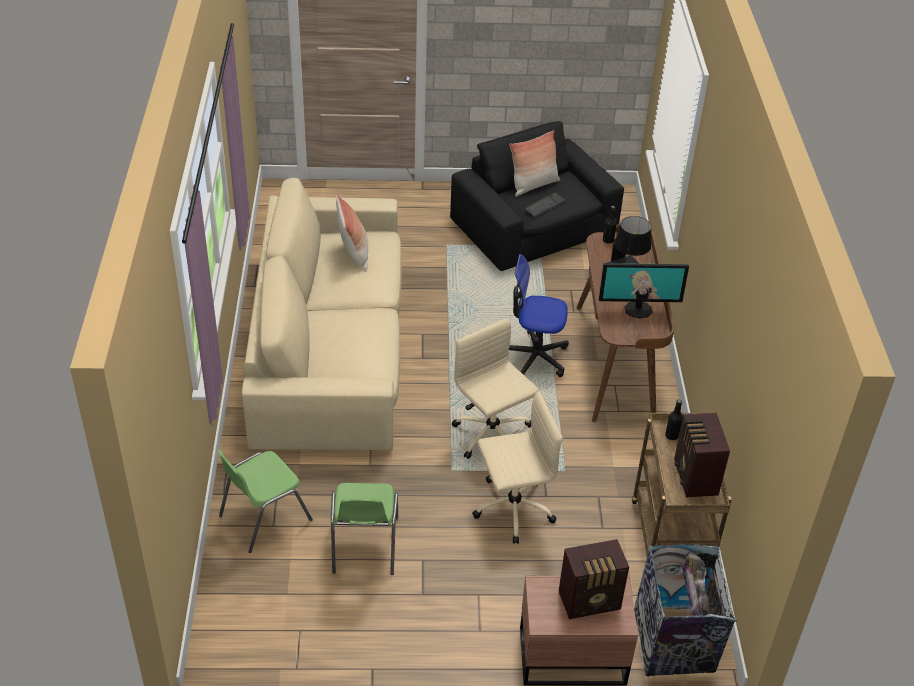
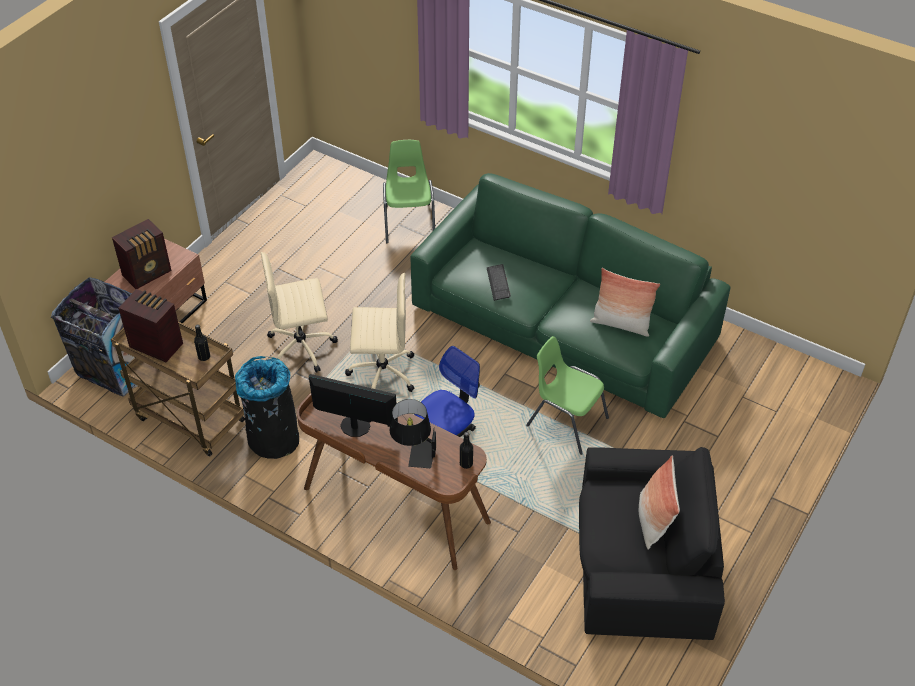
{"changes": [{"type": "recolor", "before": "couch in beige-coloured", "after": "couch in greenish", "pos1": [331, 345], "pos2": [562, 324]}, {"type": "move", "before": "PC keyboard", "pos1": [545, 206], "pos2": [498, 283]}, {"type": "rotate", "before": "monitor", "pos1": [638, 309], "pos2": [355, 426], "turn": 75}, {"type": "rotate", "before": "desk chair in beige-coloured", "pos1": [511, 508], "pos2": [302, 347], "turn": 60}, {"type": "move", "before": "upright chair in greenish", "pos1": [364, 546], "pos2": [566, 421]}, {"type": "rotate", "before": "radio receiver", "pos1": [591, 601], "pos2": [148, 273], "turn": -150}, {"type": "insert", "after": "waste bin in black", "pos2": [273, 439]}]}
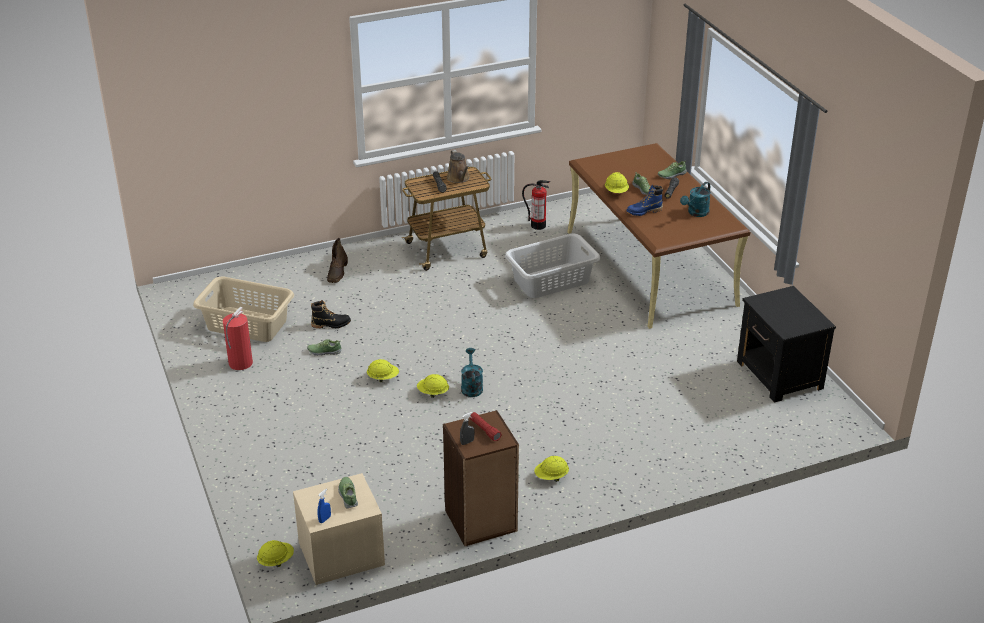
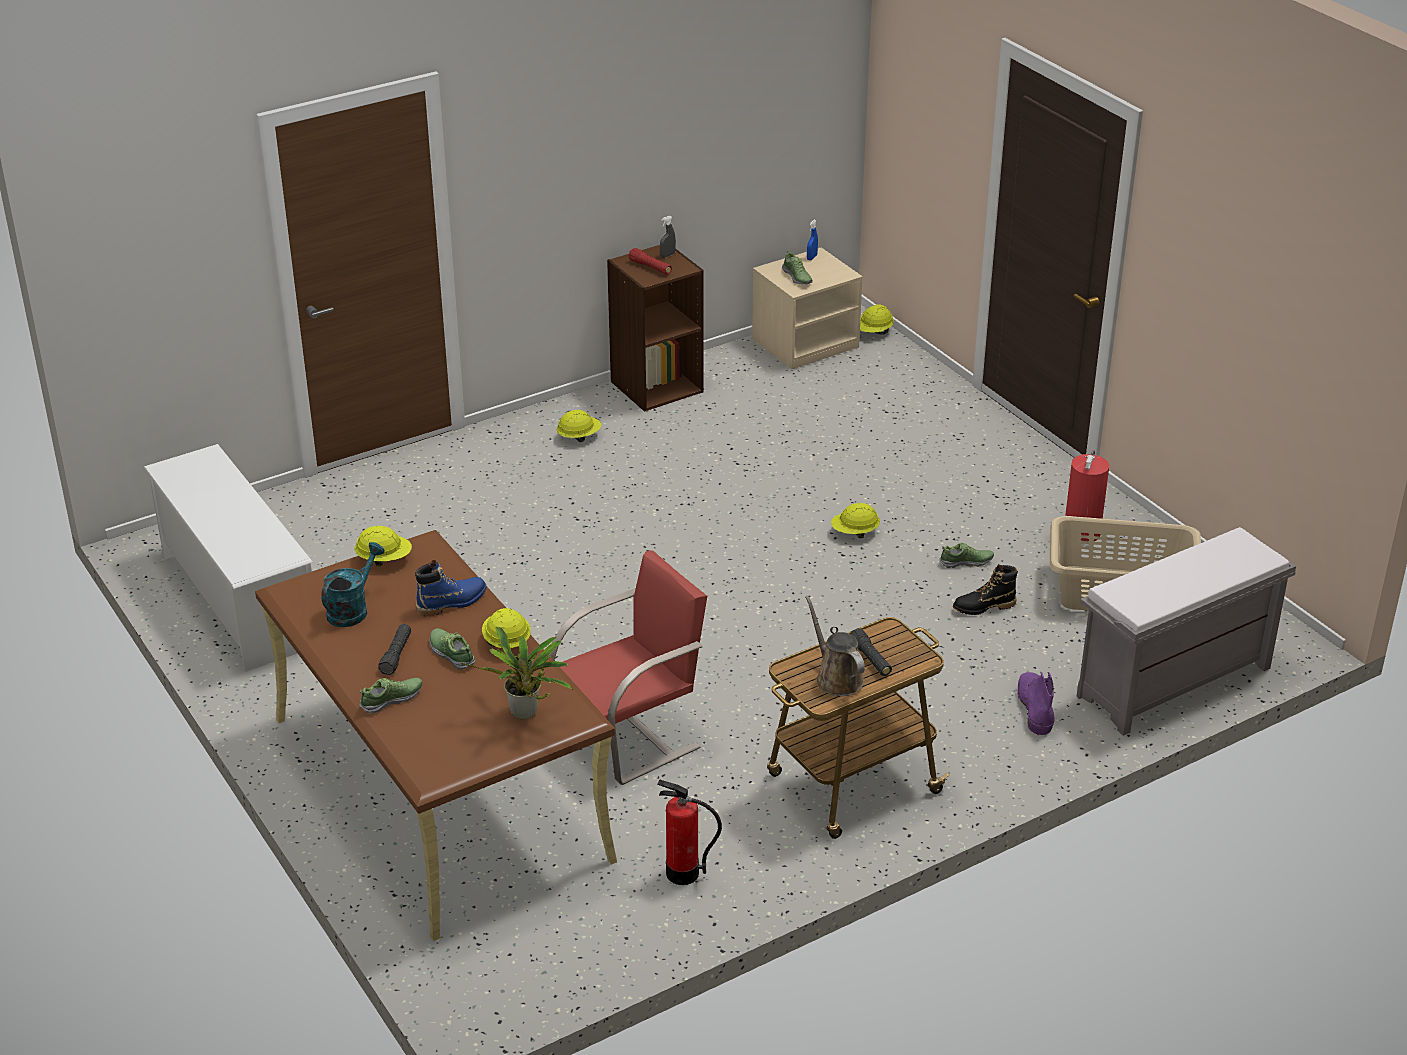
{"changes": [{"type": "replace", "before": "washing basket in grey", "after": "upright chair in red", "pos1": [551, 280], "pos2": [630, 735]}, {"type": "recolor", "before": "tall boot in brown", "after": "tall boot in purple", "pos1": [337, 272], "pos2": [1034, 707]}, {"type": "replace", "before": "nightstand in black", "after": "shoe shelf in white-coloured", "pos1": [779, 376], "pos2": [239, 600]}, {"type": "delete", "before": "watering can in blue-green", "pos1": [471, 386]}, {"type": "move", "before": "safety helmet in yellow-coloured", "pos1": [433, 393], "pos2": [384, 559]}, {"type": "insert", "after": "indoor bench in grey", "pos2": [1173, 683]}, {"type": "insert", "after": "houseplant", "pos2": [525, 715]}]}
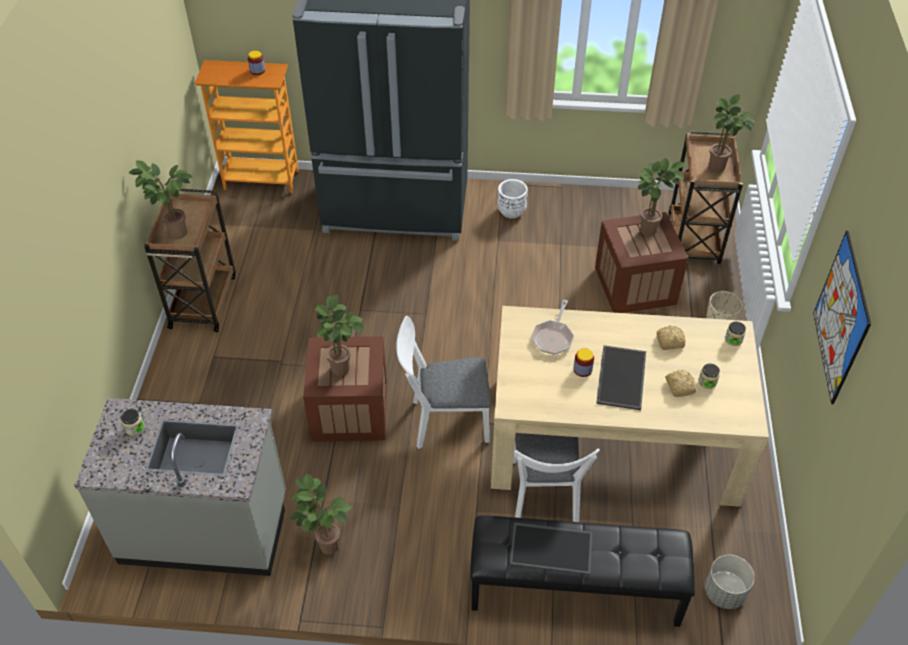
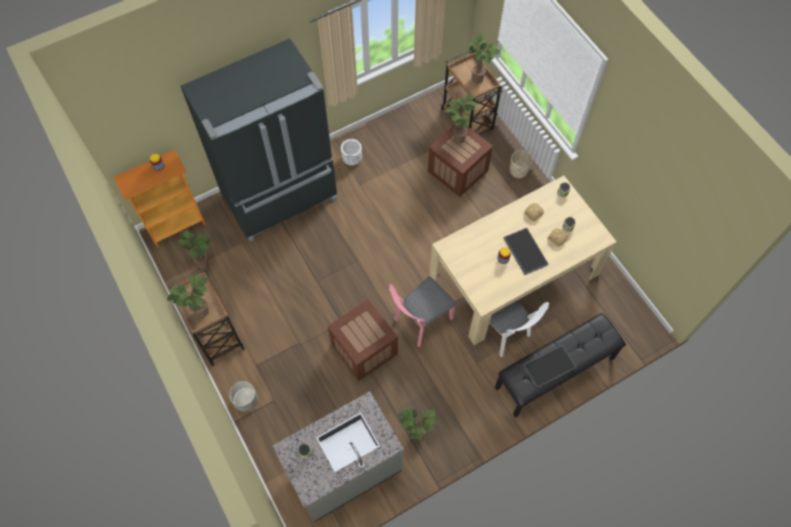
{"changes": [{"type": "delete", "before": "wall art", "pos1": [841, 318]}, {"type": "move", "before": "houseplant", "pos1": [343, 370], "pos2": [205, 264]}, {"type": "delete", "before": "pan", "pos1": [553, 337]}, {"type": "recolor", "before": "upright chair in white-coloured", "after": "upright chair in pinkish", "pos1": [443, 421], "pos2": [420, 322]}, {"type": "move", "before": "flower pot in grey", "pos1": [724, 592], "pos2": [246, 400]}]}
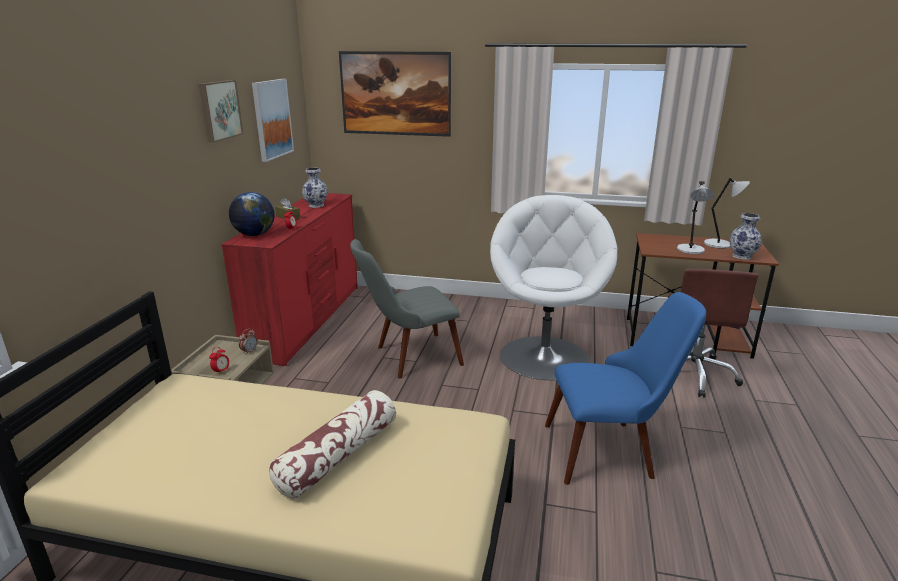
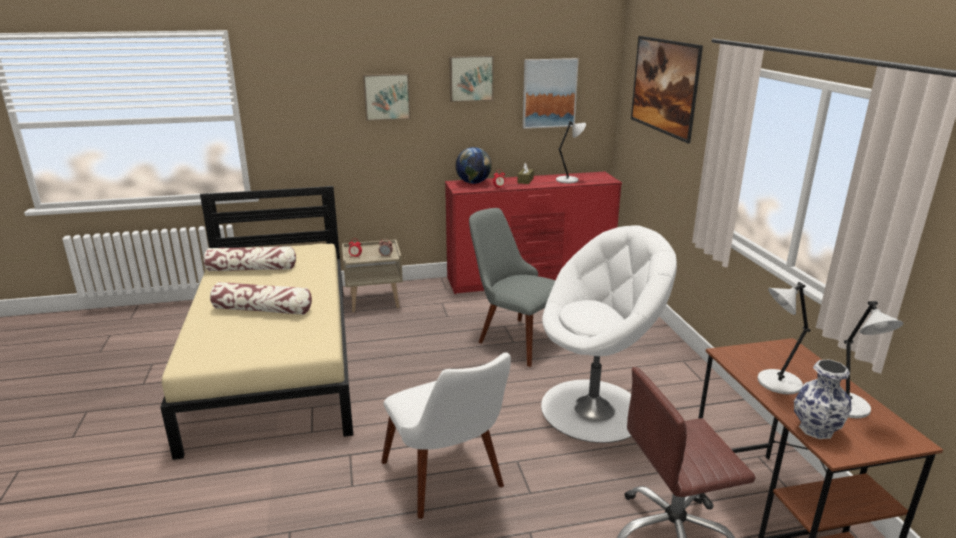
{"changes": [{"type": "replace", "before": "flower vase", "after": "tabletop lamp in grey", "pos1": [315, 205], "pos2": [568, 180]}, {"type": "recolor", "before": "upright chair in bluish", "after": "upright chair in white-coloured", "pos1": [611, 450], "pos2": [450, 483]}, {"type": "insert", "after": "wall art", "pos2": [386, 96]}, {"type": "insert", "after": "throw pillow", "pos2": [252, 269]}]}
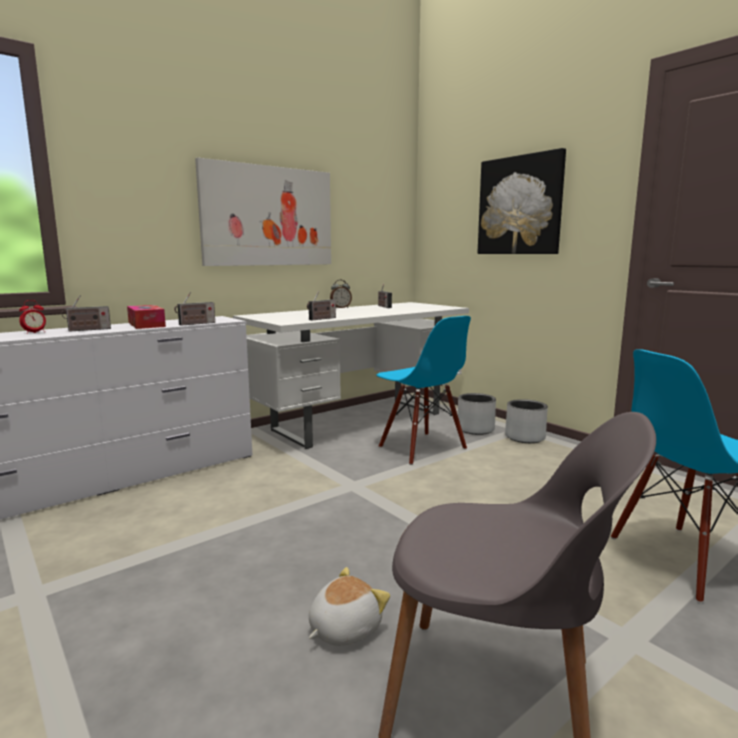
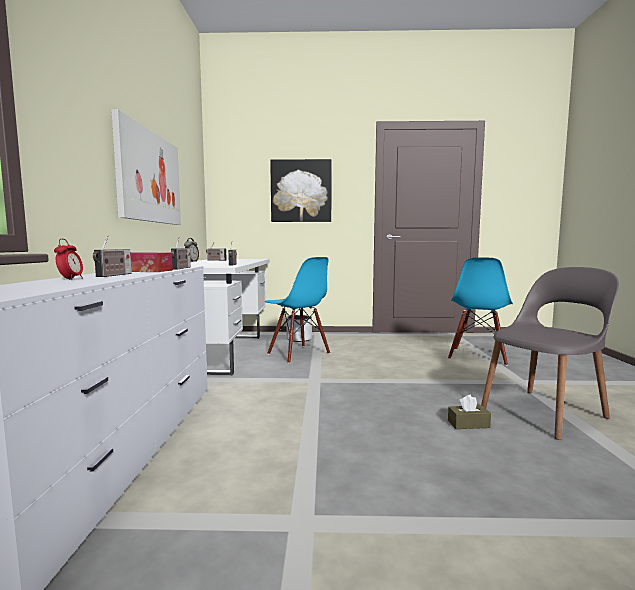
{"changes": [{"type": "rotate", "before": "upright chair in bluish", "pos1": [421, 448], "pos2": [298, 354], "turn": 45}, {"type": "delete", "before": "flower pot in grey", "pos1": [525, 437]}, {"type": "replace", "before": "plush toy", "after": "tissue holder in brown", "pos1": [343, 628], "pos2": [468, 424]}]}
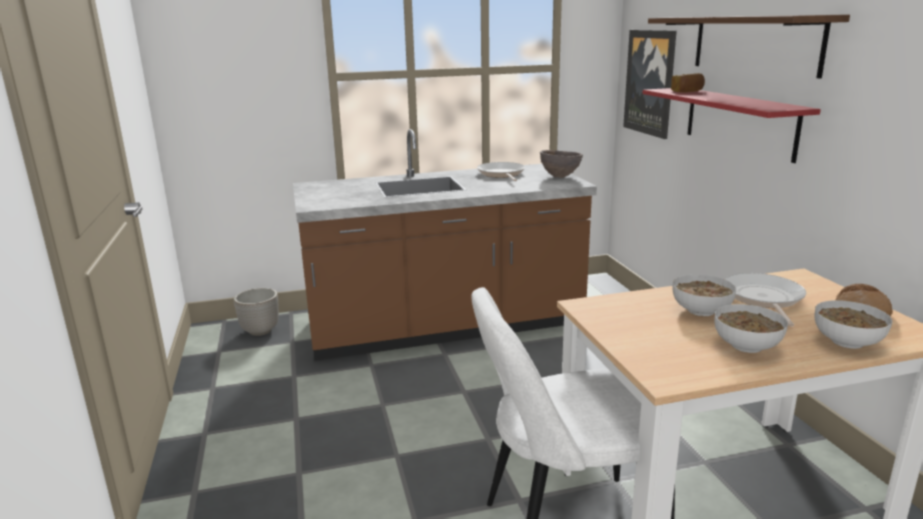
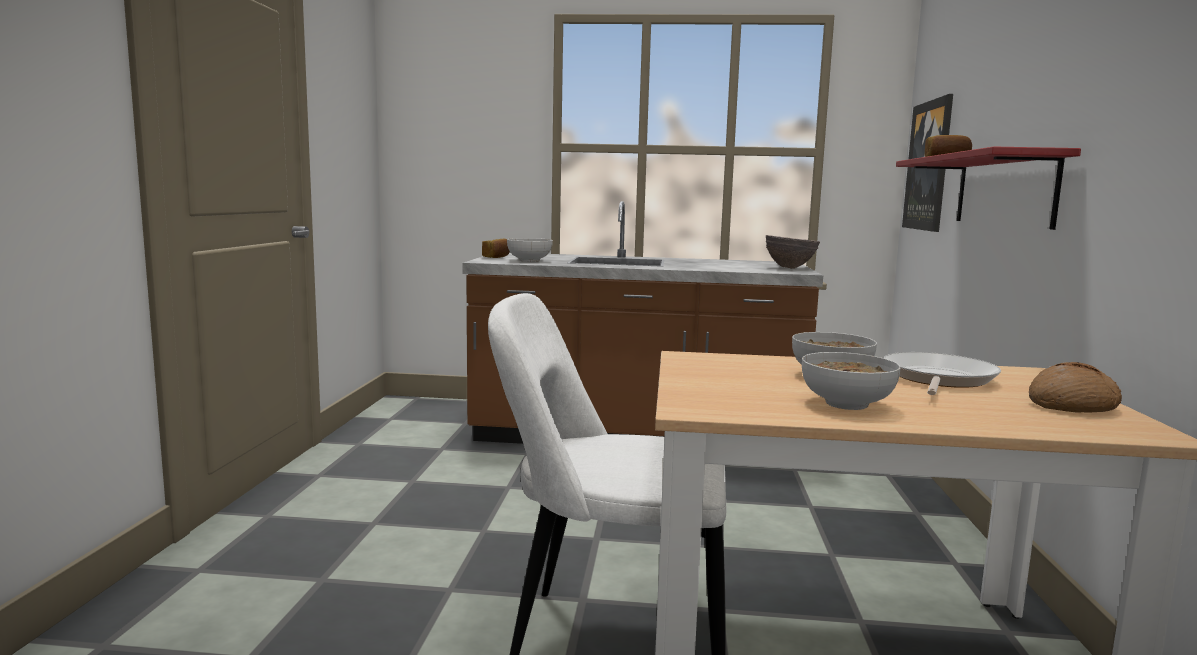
{"changes": [{"type": "delete", "before": "wall shelf", "pos1": [754, 44]}, {"type": "delete", "before": "pan", "pos1": [501, 174]}, {"type": "delete", "before": "flower pot", "pos1": [260, 331]}, {"type": "move", "before": "bowl", "pos1": [846, 342], "pos2": [529, 261]}, {"type": "insert", "after": "bread", "pos2": [497, 257]}]}
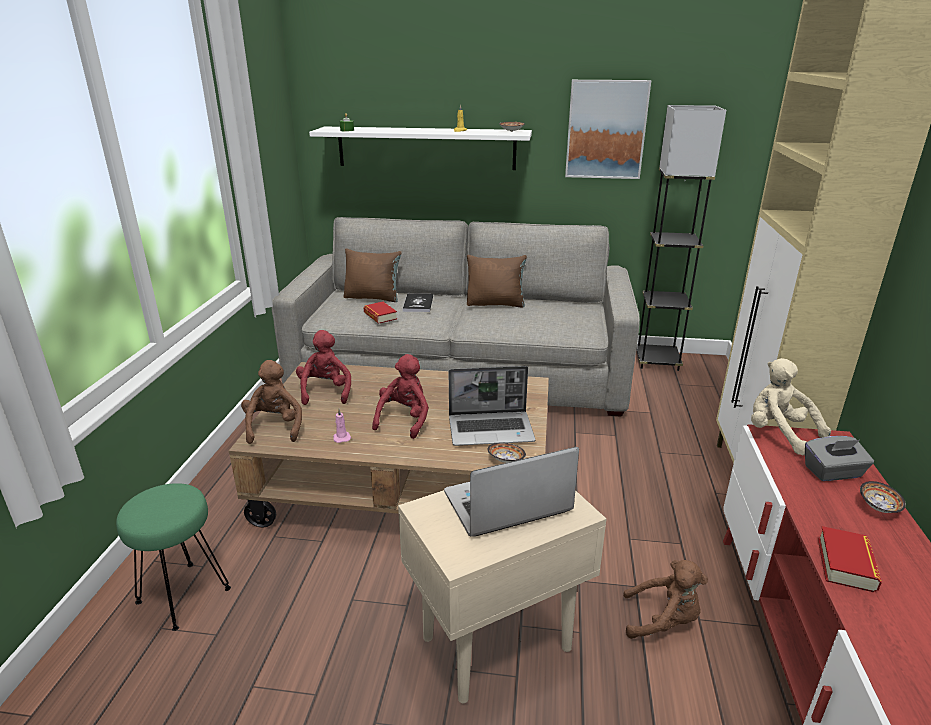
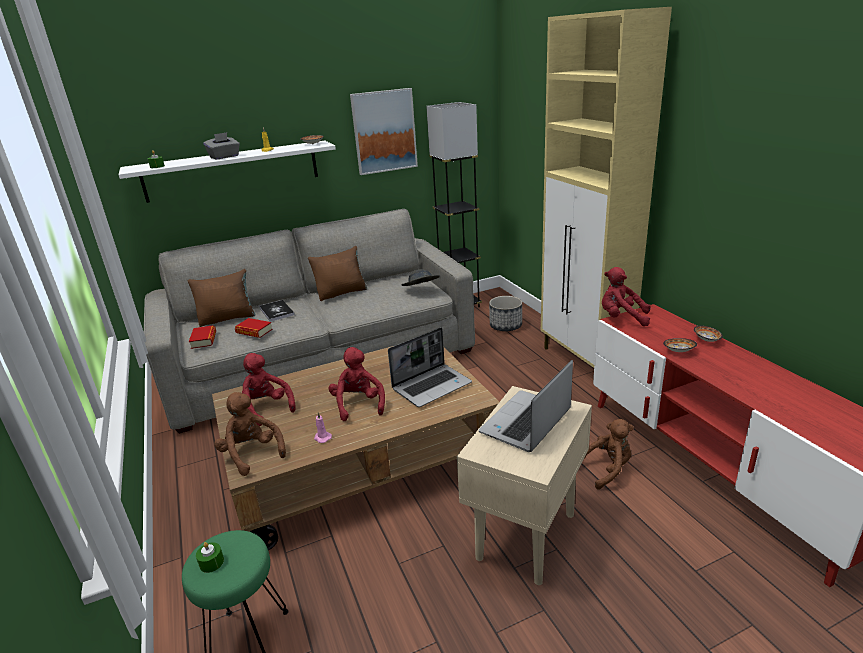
{"changes": [{"type": "recolor", "before": "plush toy in beige-coloured", "after": "plush toy in red", "pos1": [778, 433], "pos2": [621, 318]}, {"type": "move", "before": "tissue holder in grey", "pos1": [833, 472], "pos2": [224, 157]}, {"type": "move", "before": "bowl", "pos1": [506, 460], "pos2": [678, 351]}, {"type": "move", "before": "book", "pos1": [846, 564], "pos2": [204, 340]}, {"type": "insert", "after": "clothing hat in grey", "pos2": [421, 289]}, {"type": "insert", "after": "flower pot", "pos2": [505, 326]}, {"type": "insert", "after": "wax candle in greenish", "pos2": [211, 562]}]}
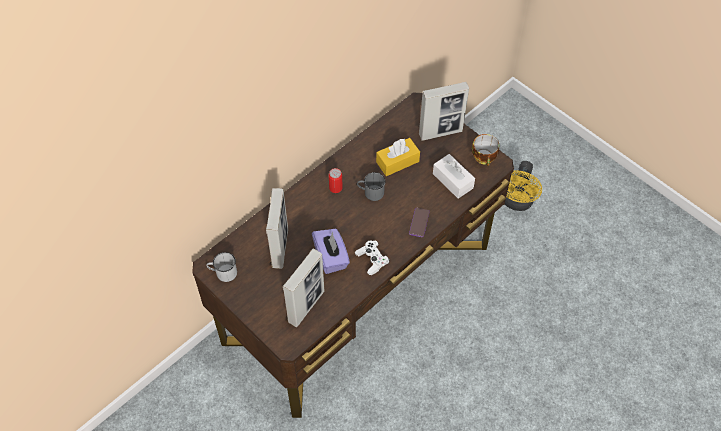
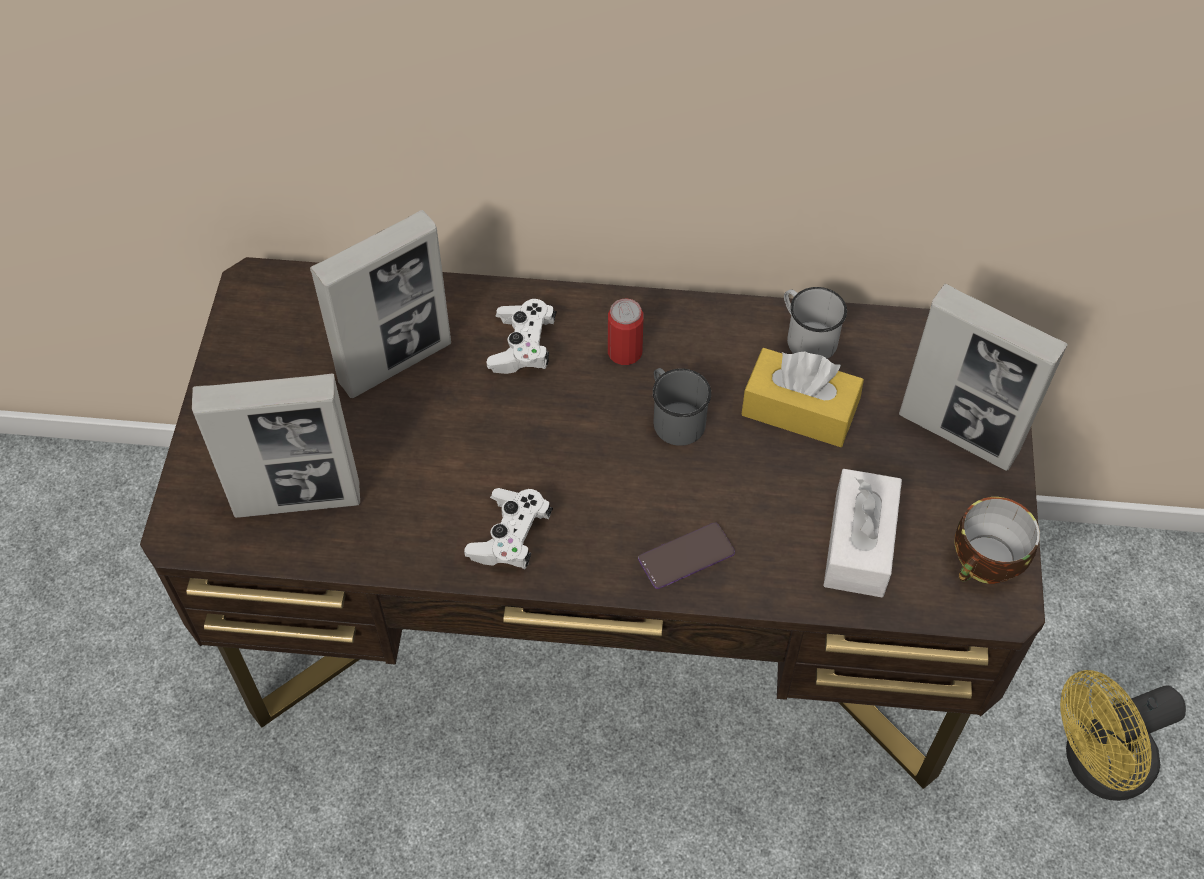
{"changes": [{"type": "delete", "before": "tissue holder in purple", "pos1": [331, 257]}, {"type": "move", "before": "mug in white-coloured", "pos1": [223, 273], "pos2": [806, 337]}, {"type": "insert", "after": "joypad in white-coloured", "pos2": [522, 347]}]}
